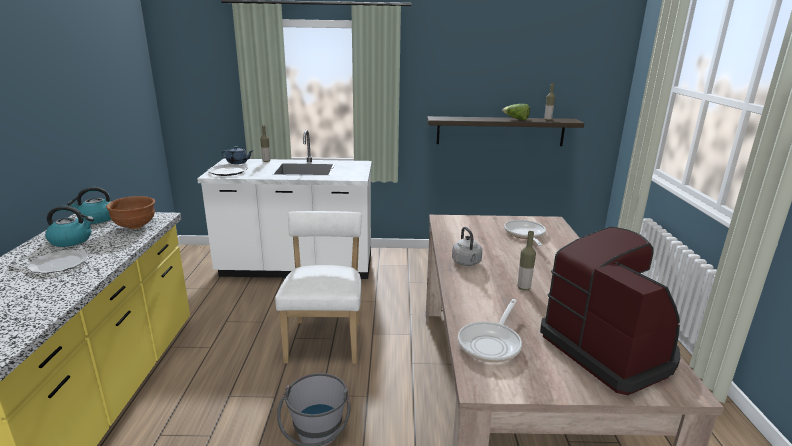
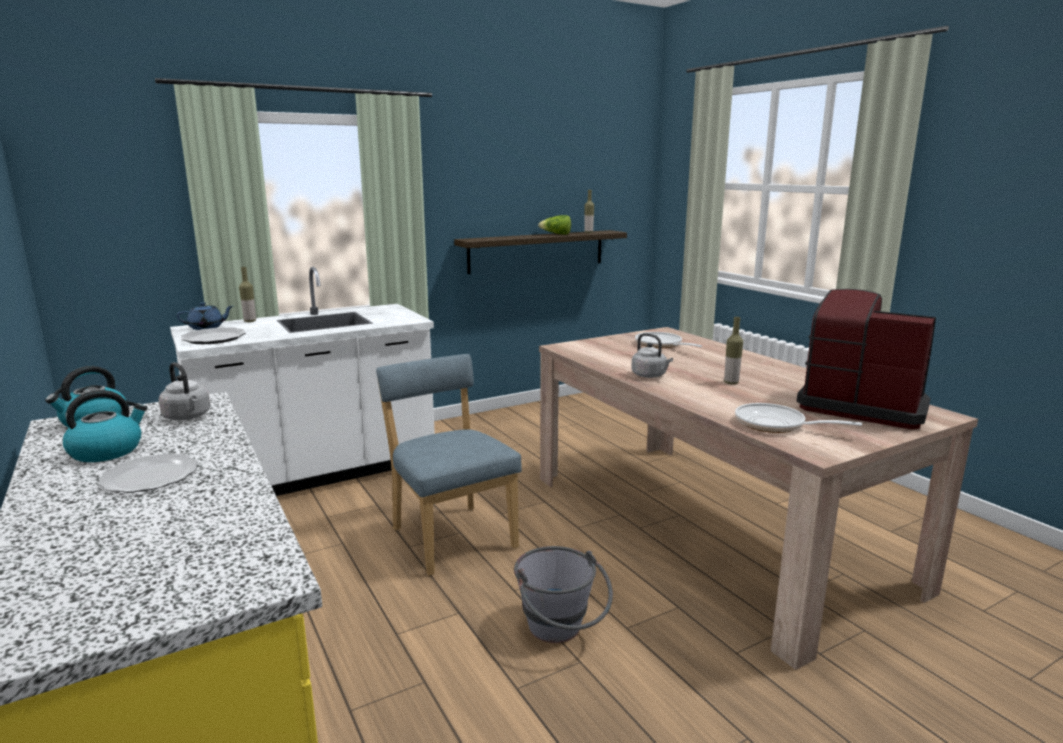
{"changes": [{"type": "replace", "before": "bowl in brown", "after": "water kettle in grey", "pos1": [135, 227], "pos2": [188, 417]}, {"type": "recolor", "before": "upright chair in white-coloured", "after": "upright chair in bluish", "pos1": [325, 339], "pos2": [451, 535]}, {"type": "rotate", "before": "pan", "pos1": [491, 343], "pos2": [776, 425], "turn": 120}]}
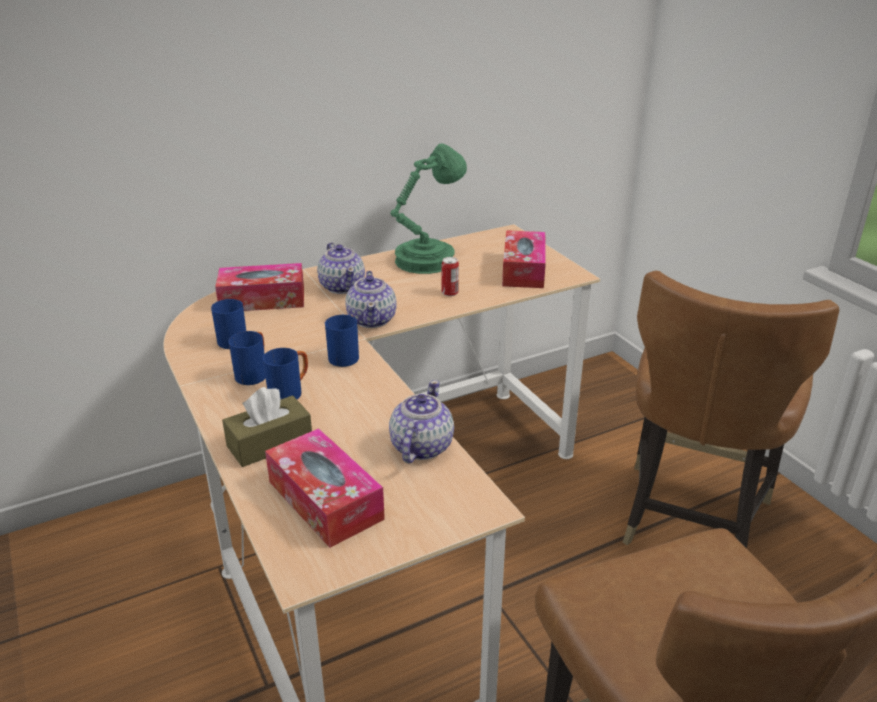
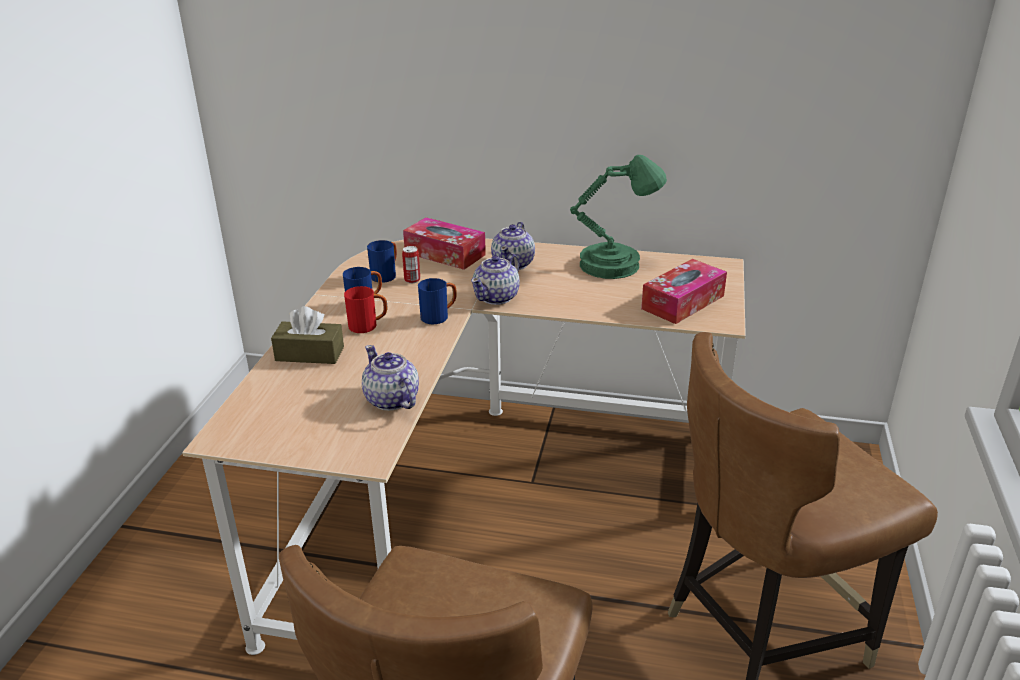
{"changes": [{"type": "move", "before": "metal can", "pos1": [450, 293], "pos2": [412, 280]}, {"type": "recolor", "before": "mug in bluish", "after": "mug in red", "pos1": [290, 392], "pos2": [368, 326]}, {"type": "rotate", "before": "teapot", "pos1": [420, 447], "pos2": [391, 400], "turn": -90}, {"type": "delete", "before": "tissue holder", "pos1": [325, 500]}]}
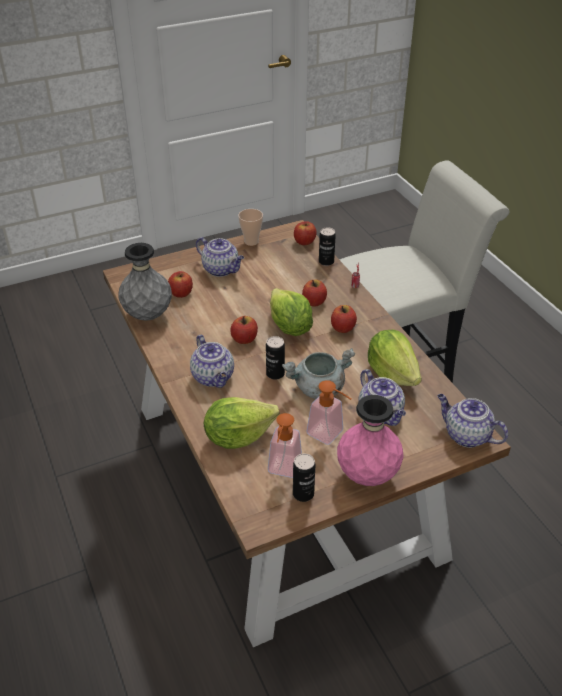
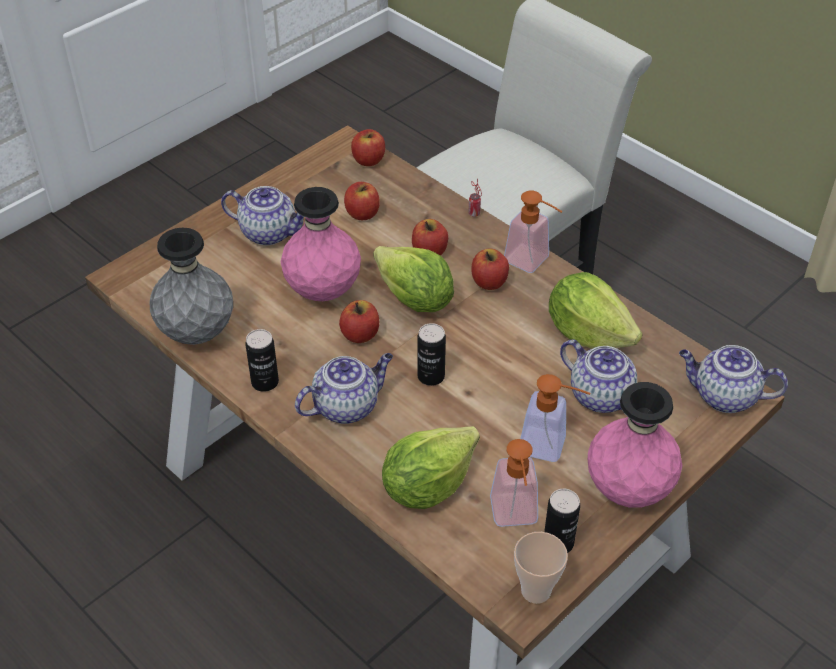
{"changes": [{"type": "move", "before": "cup", "pos1": [251, 242], "pos2": [536, 591]}, {"type": "move", "before": "metal can", "pos1": [326, 261], "pos2": [265, 382]}, {"type": "move", "before": "apple", "pos1": [181, 293], "pos2": [362, 213]}, {"type": "rotate", "before": "teapot", "pos1": [214, 377], "pos2": [347, 406], "turn": -75}, {"type": "delete", "before": "saucepot in grey", "pos1": [318, 389]}, {"type": "insert", "after": "flower vase in pinkish", "pos2": [323, 291]}, {"type": "insert", "after": "liquid soap bottle", "pos2": [533, 262]}]}
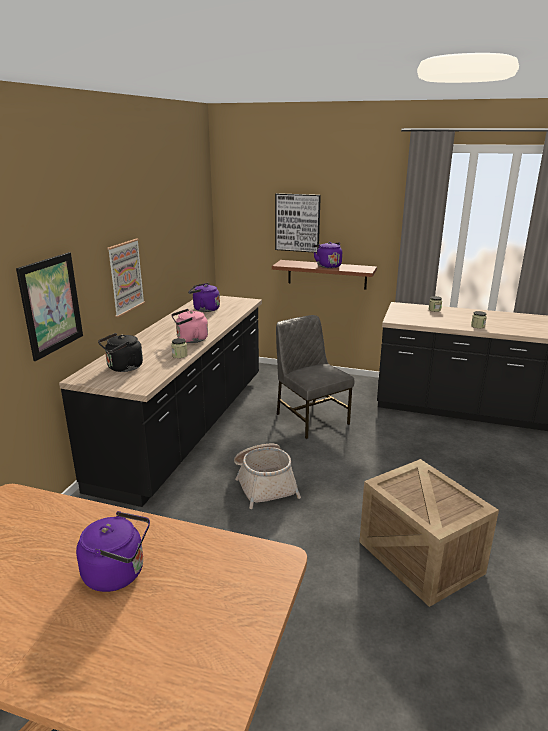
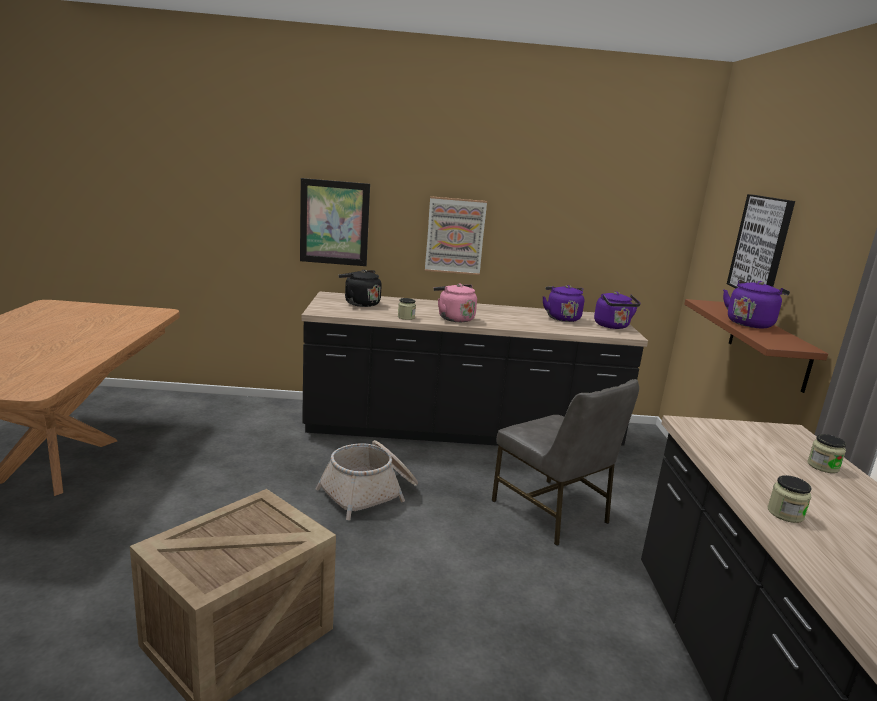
{"changes": [{"type": "rotate", "before": "upright chair in grey", "pos1": [310, 418], "pos2": [552, 512], "turn": 105}, {"type": "move", "before": "water kettle in purple", "pos1": [118, 573], "pos2": [613, 326]}]}
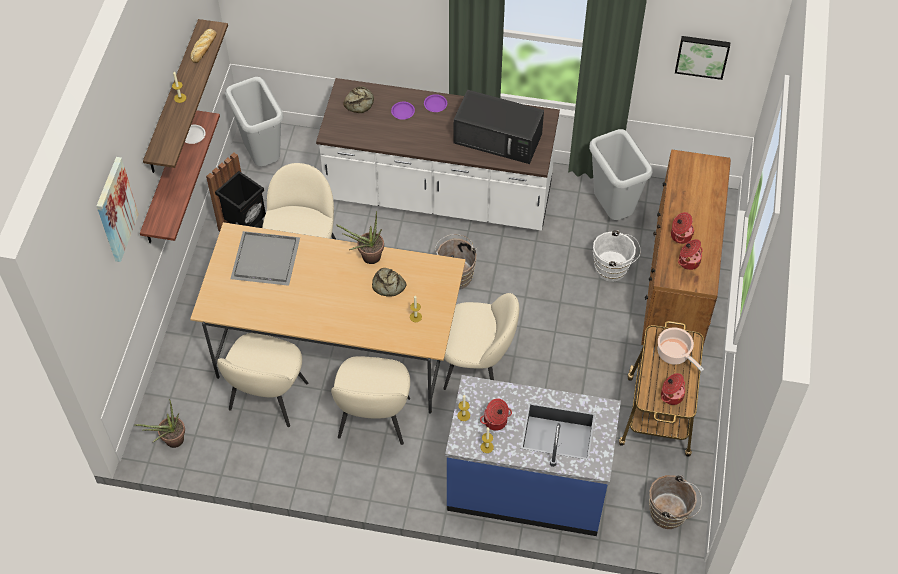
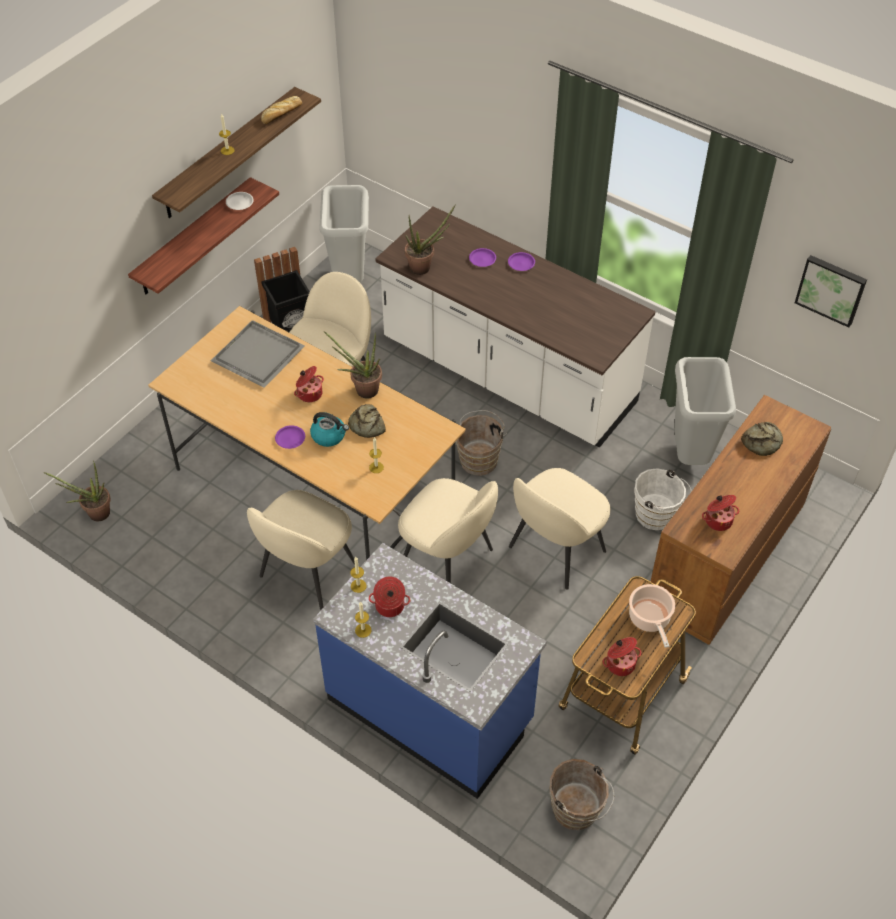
{"changes": [{"type": "move", "before": "bread", "pos1": [360, 102], "pos2": [763, 442]}, {"type": "delete", "before": "microwave oven in black", "pos1": [499, 138]}, {"type": "delete", "before": "wall art", "pos1": [115, 209]}, {"type": "move", "before": "saucepot", "pos1": [680, 235], "pos2": [309, 393]}, {"type": "move", "before": "upright chair in beige-coloured", "pos1": [267, 398], "pos2": [555, 550]}, {"type": "insert", "after": "houseplant", "pos2": [424, 267]}, {"type": "insert", "after": "water kettle", "pos2": [329, 436]}, {"type": "insert", "after": "dinner plate in purple", "pos2": [290, 438]}]}
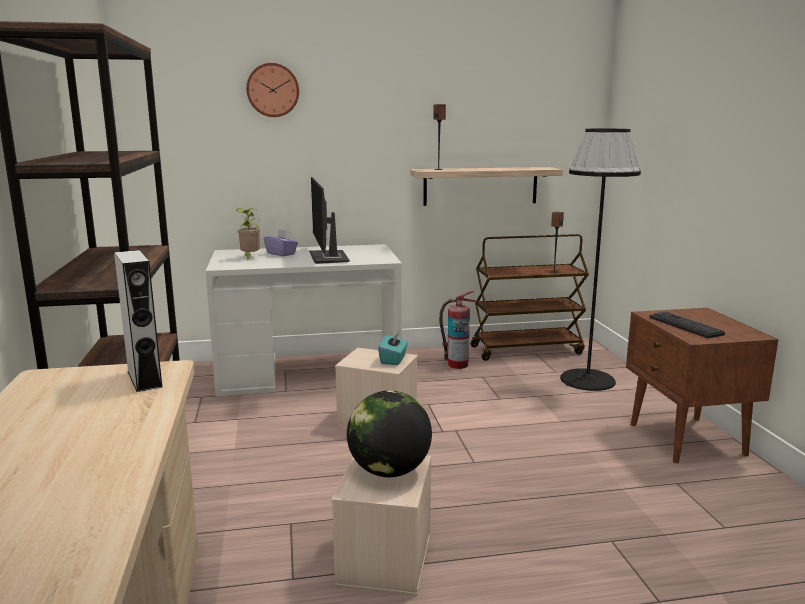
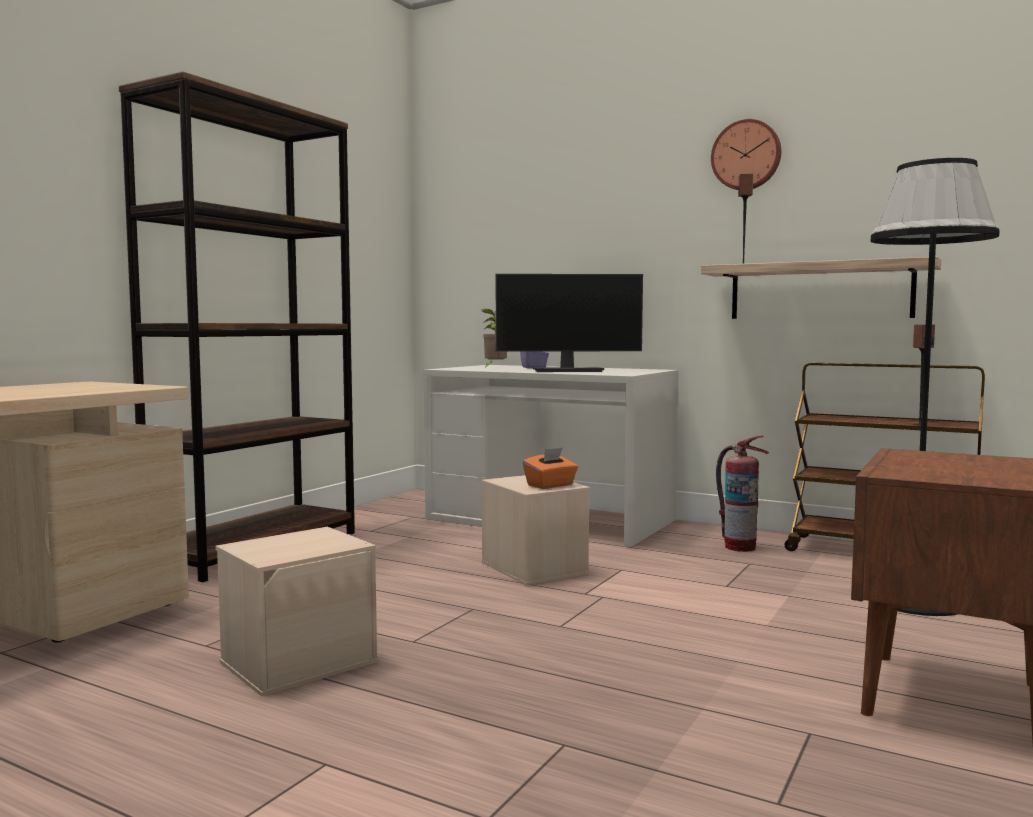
{"changes": [{"type": "move", "before": "wall clock", "pos1": [273, 90], "pos2": [746, 155]}, {"type": "rotate", "before": "monitor", "pos1": [329, 258], "pos2": [569, 370], "turn": -120}, {"type": "delete", "before": "loudspeaker in grey", "pos1": [144, 379]}, {"type": "delete", "before": "PC keyboard", "pos1": [685, 326]}, {"type": "recolor", "before": "tissue holder in blue-green", "after": "tissue holder in orange", "pos1": [393, 360], "pos2": [550, 485]}, {"type": "delete", "before": "desk globe", "pos1": [389, 471]}]}
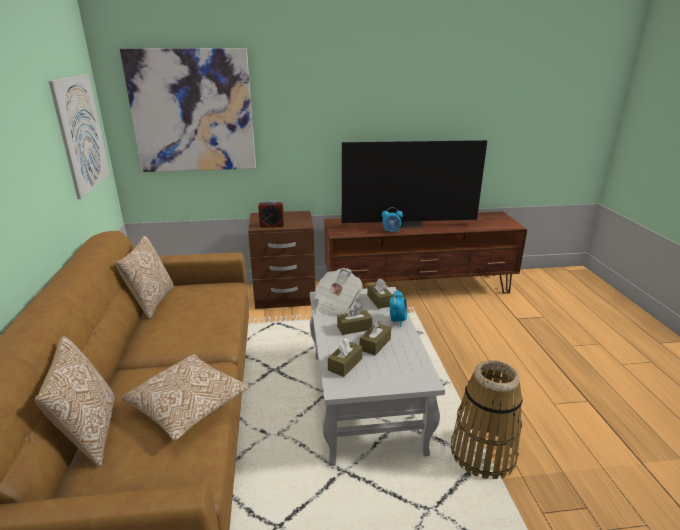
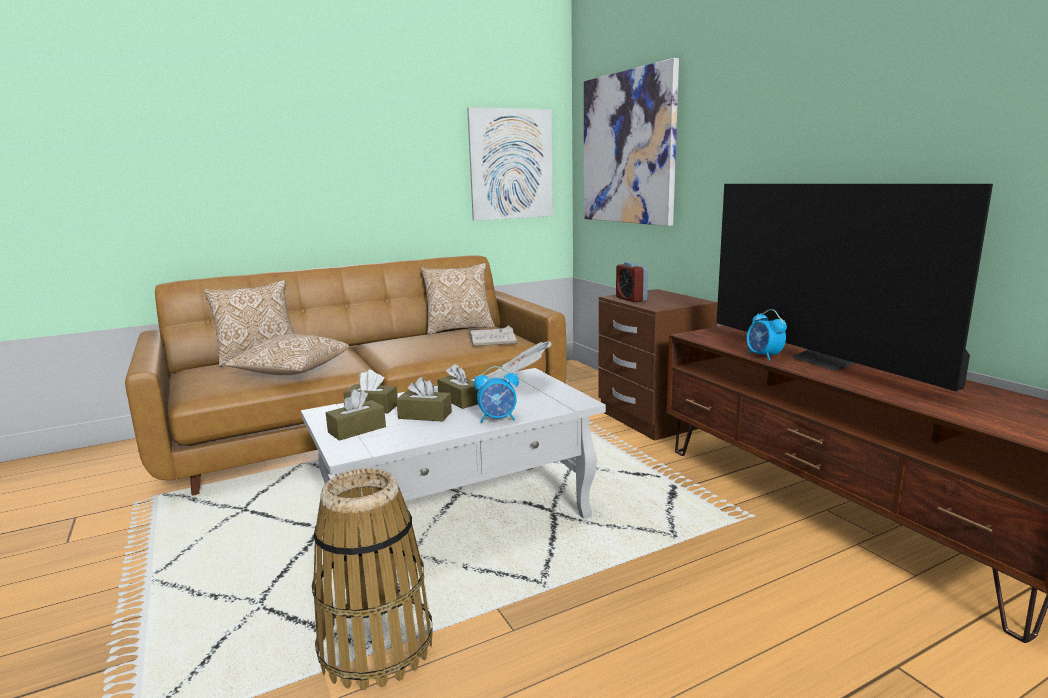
{"changes": [{"type": "move", "before": "tissue holder in brown", "pos1": [379, 300], "pos2": [357, 429]}, {"type": "insert", "after": "book in white-coloured", "pos2": [492, 338]}]}
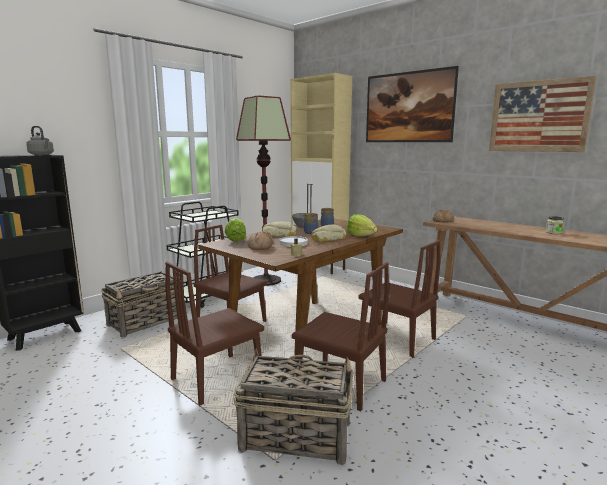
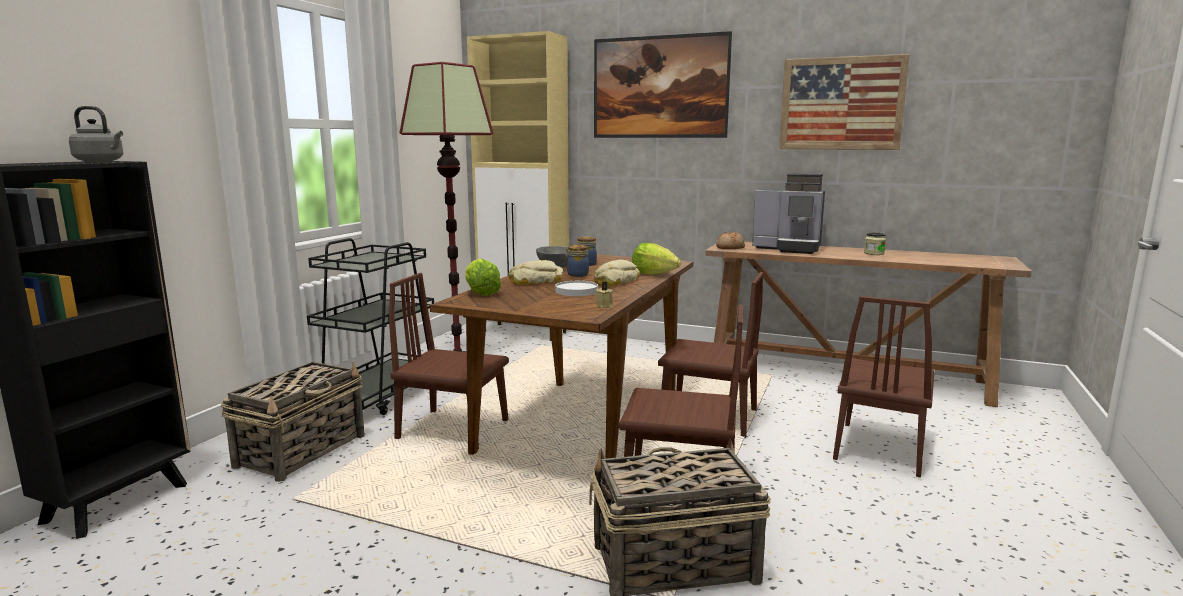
{"changes": [{"type": "delete", "before": "bread", "pos1": [261, 247]}, {"type": "move", "before": "upright chair in brown", "pos1": [217, 378], "pos2": [879, 448]}, {"type": "insert", "after": "coffee brewer", "pos2": [789, 248]}]}
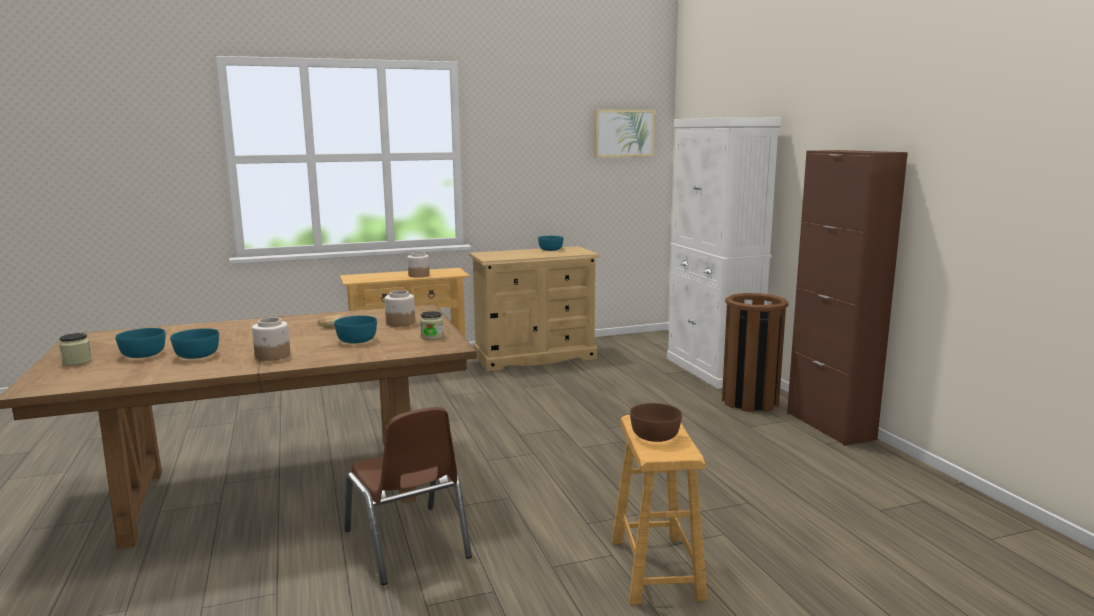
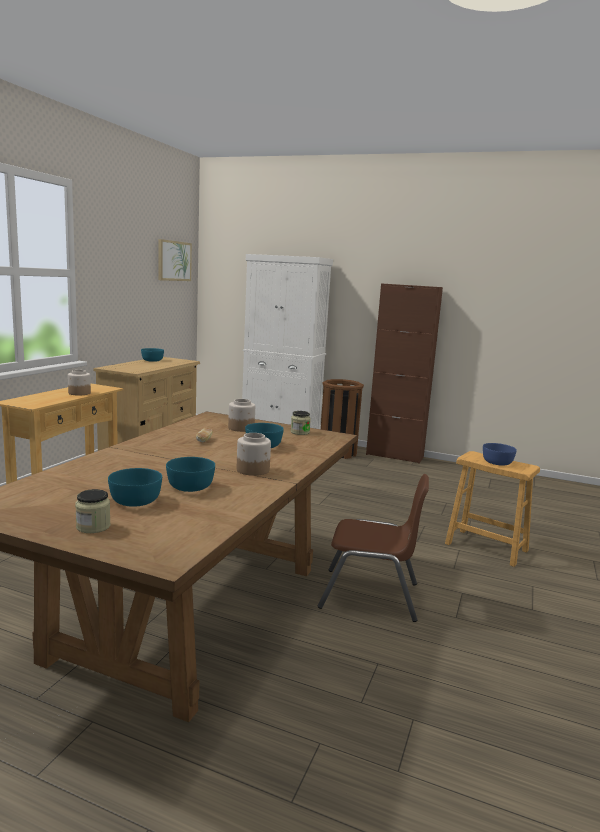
{"changes": [{"type": "recolor", "before": "bowl in brown", "after": "bowl in bluish", "pos1": [654, 435], "pos2": [497, 462]}]}
